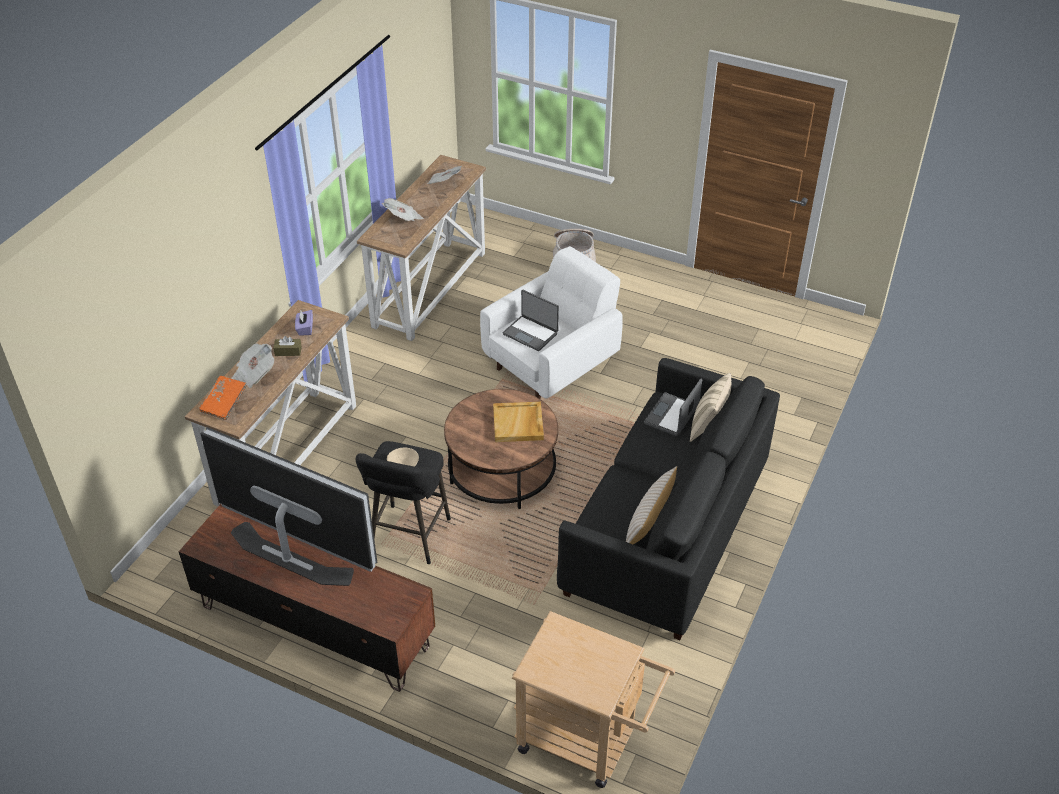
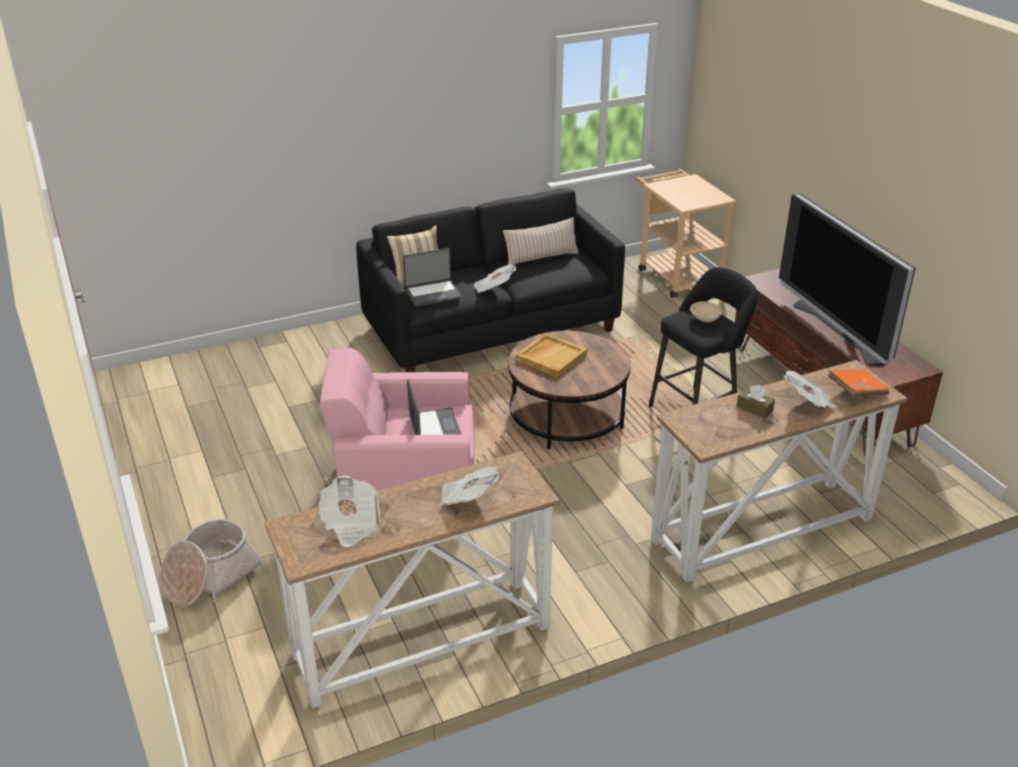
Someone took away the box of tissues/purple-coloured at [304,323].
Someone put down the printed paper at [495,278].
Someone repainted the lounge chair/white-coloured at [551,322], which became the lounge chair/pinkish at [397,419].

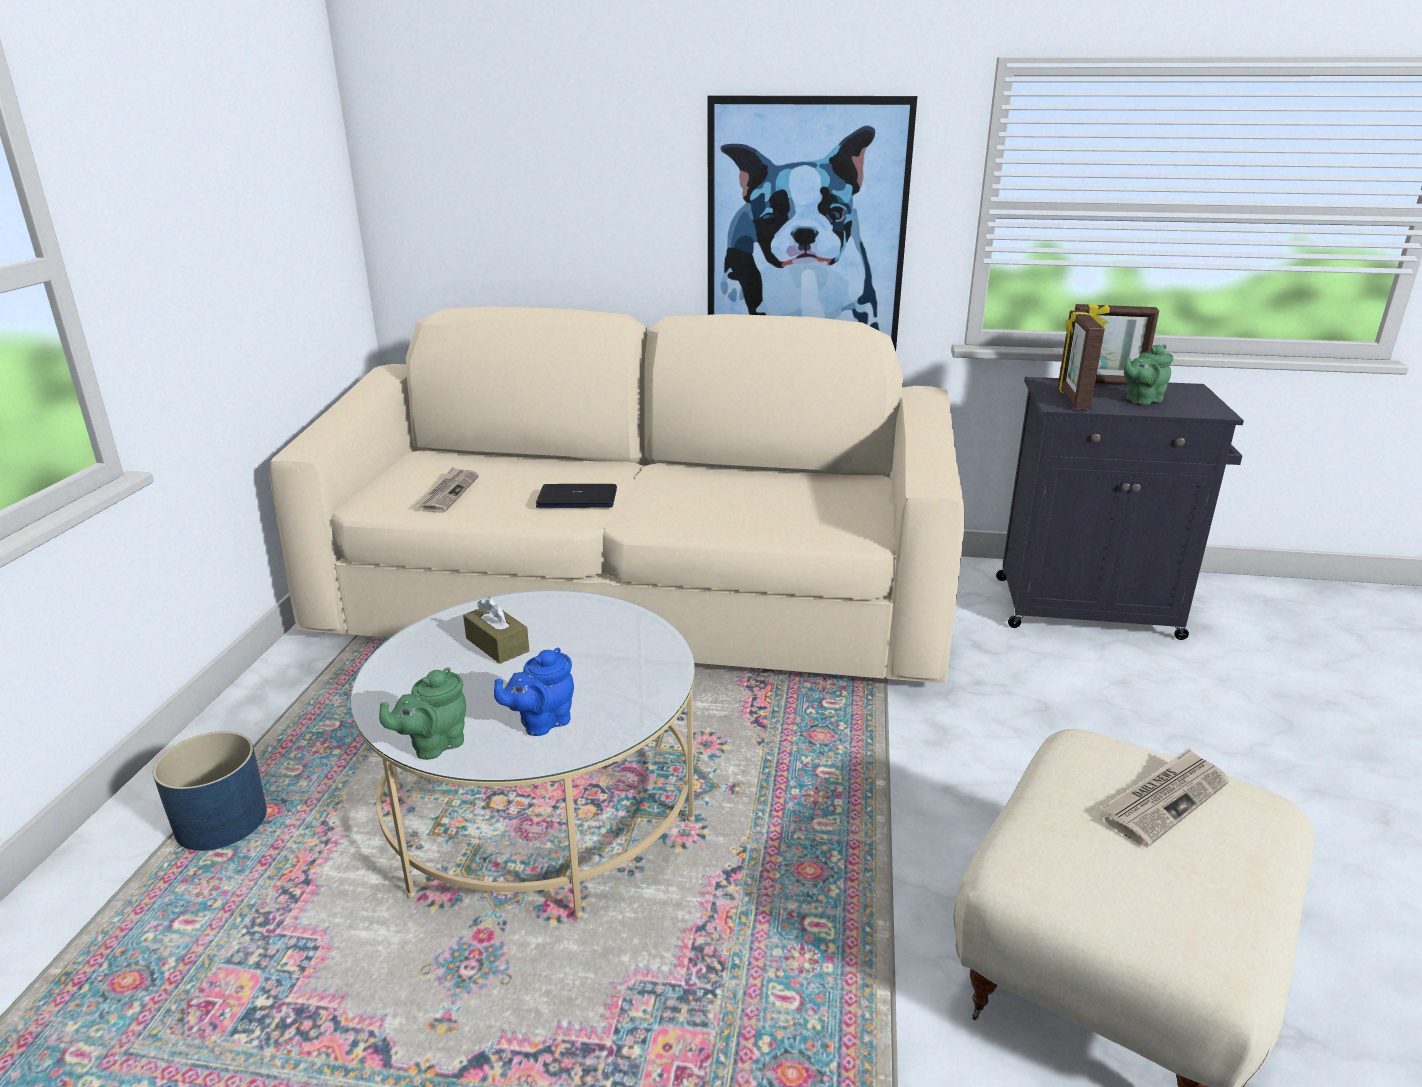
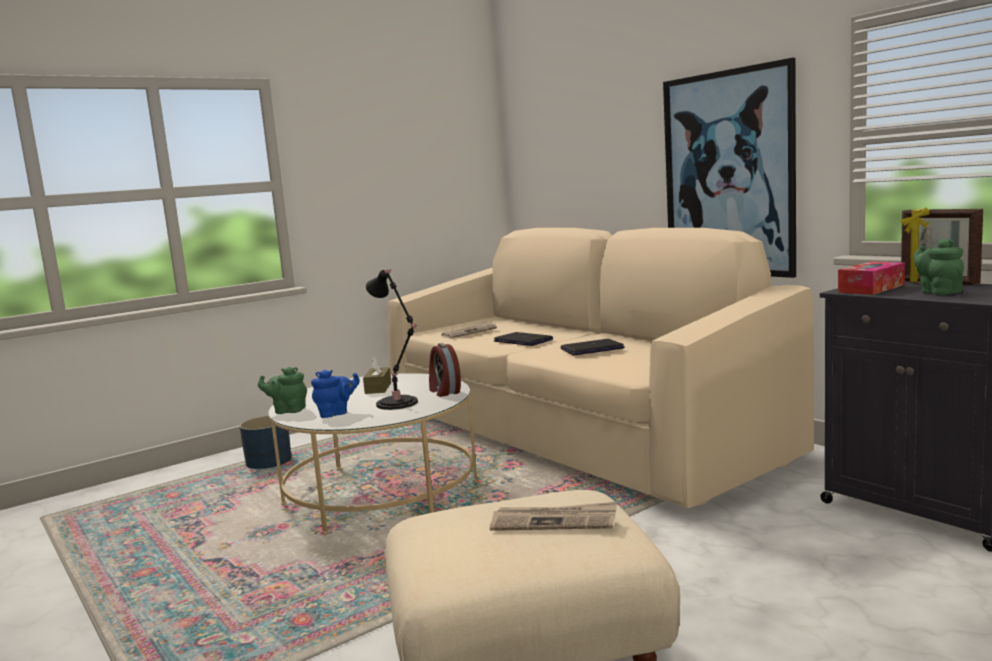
Someone put down the lamp for a table/black at [392,339].
Someone put down the table clock at [445,370].
Someone put down the notebook computer at [593,347].
Someone swapped the standing frame at [1081,360] for the box of tissues at [871,278].
Someone rotated the pot for tea/blue at [534,692] by 150 degrees clockwise.
Someone rotated the pot for tea/green at [1149,375] by 60 degrees clockwise.

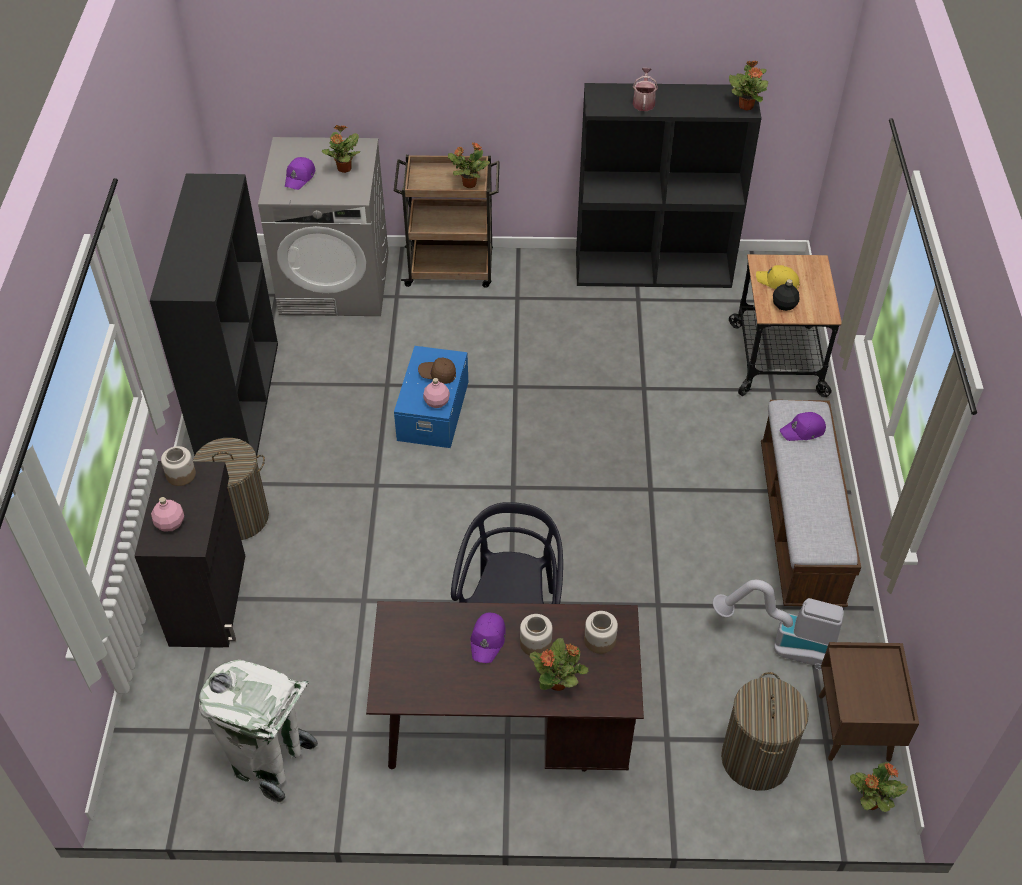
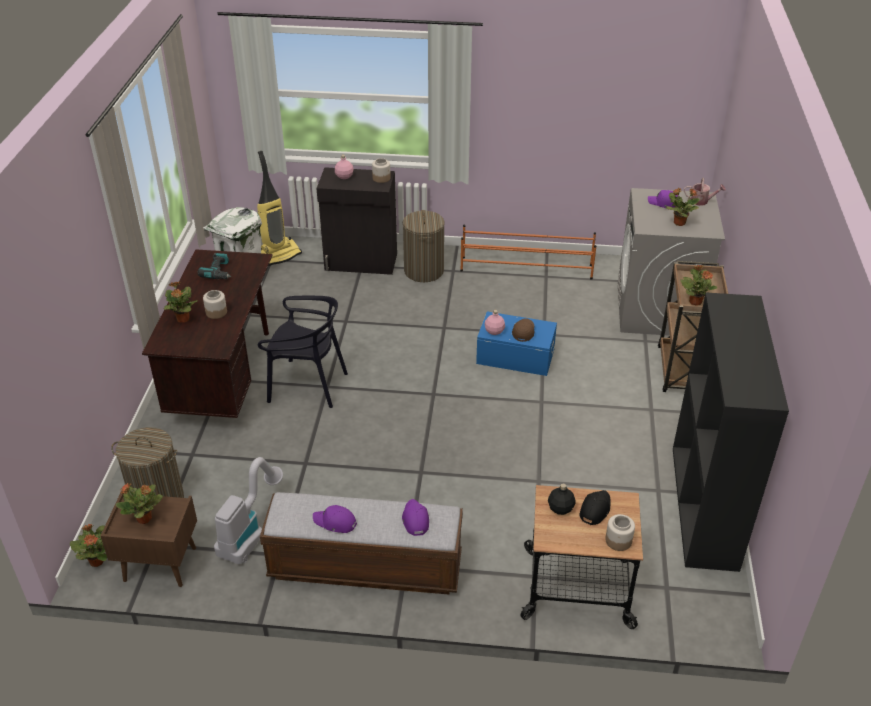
Someone put down the drill at [214,266].
Someone put down the vacuum at [279,208].
Someone carried the baseball cap/purple-coloured from [487,638] to [335,519].
Someone carried the storage jar from [601,632] to [620,532].
Someone carried the watering can from [645,89] to [705,192].
Someone carried the potted plant from [748,85] to [139,503].
Someone swapped the bookshelf/black at [214,315] for the shoe stand/orange-coloured at [528,252].
Someone repainted the baseball cap/yellowish at [778,277], which became the baseball cap/black at [595,507].

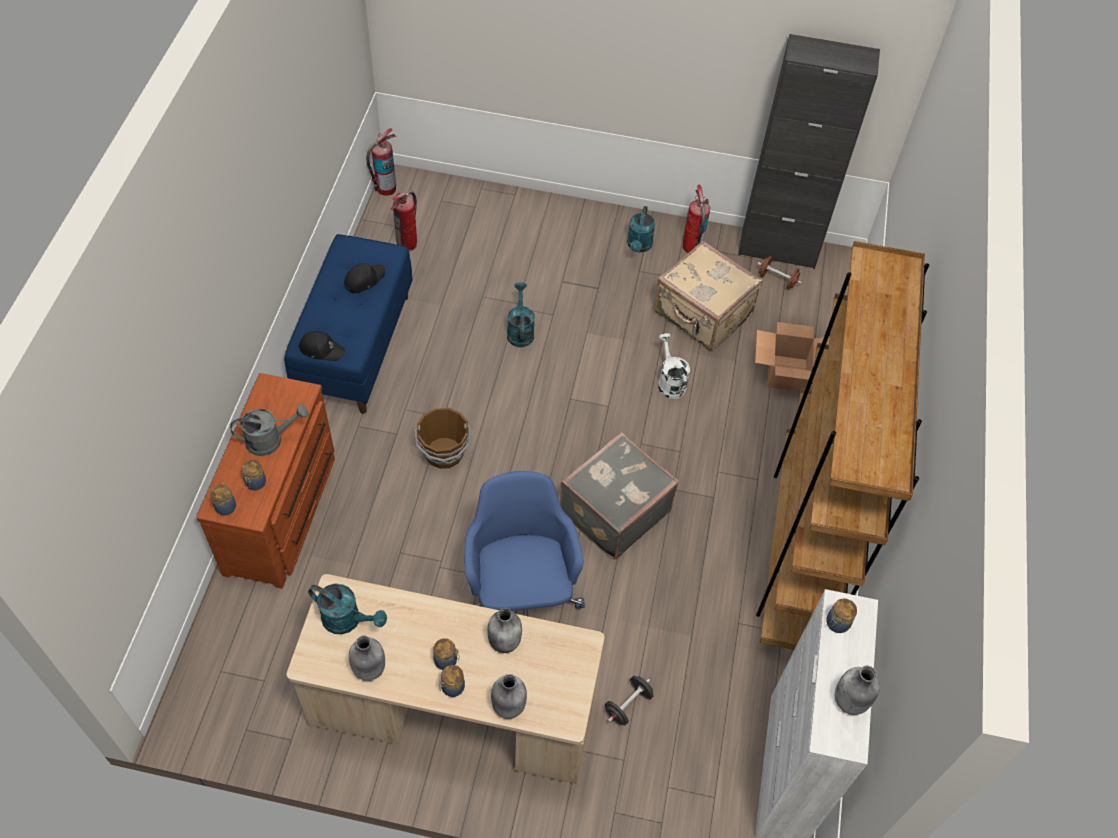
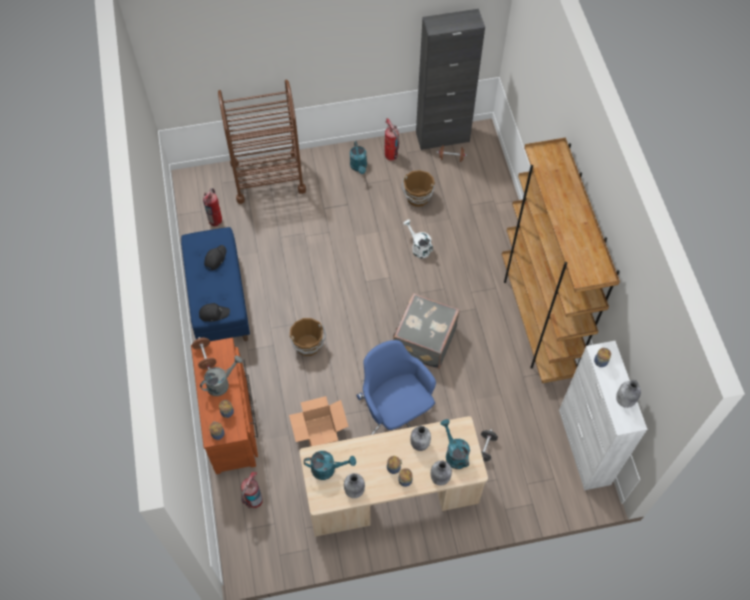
Someone put down the free weight/brown-coloured at [204,353].
Someone put down the trolley/brown-coloured at [262,142].
Someone carried the fire-fighting cylinder from [381,162] to [252,489].
Someone carried the watering can/blue-green from [521,315] to [455,444].
Someone carried the carton from [792,357] to [318,421].
Someone swapped the travel case/beige-coloured at [708,295] for the pail/brown-coloured at [418,188].

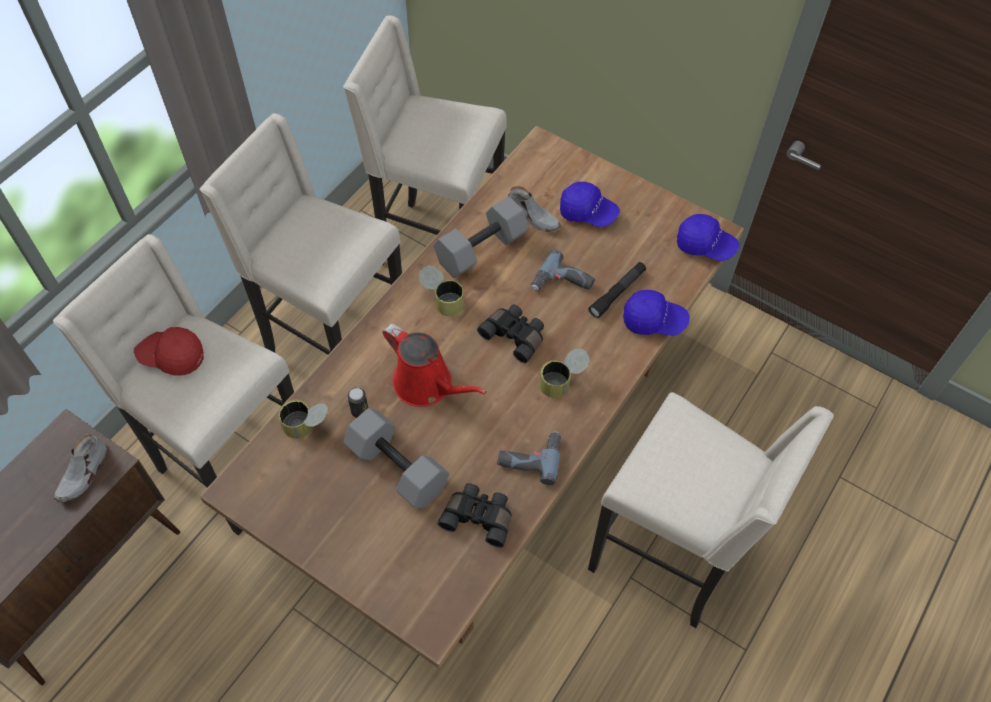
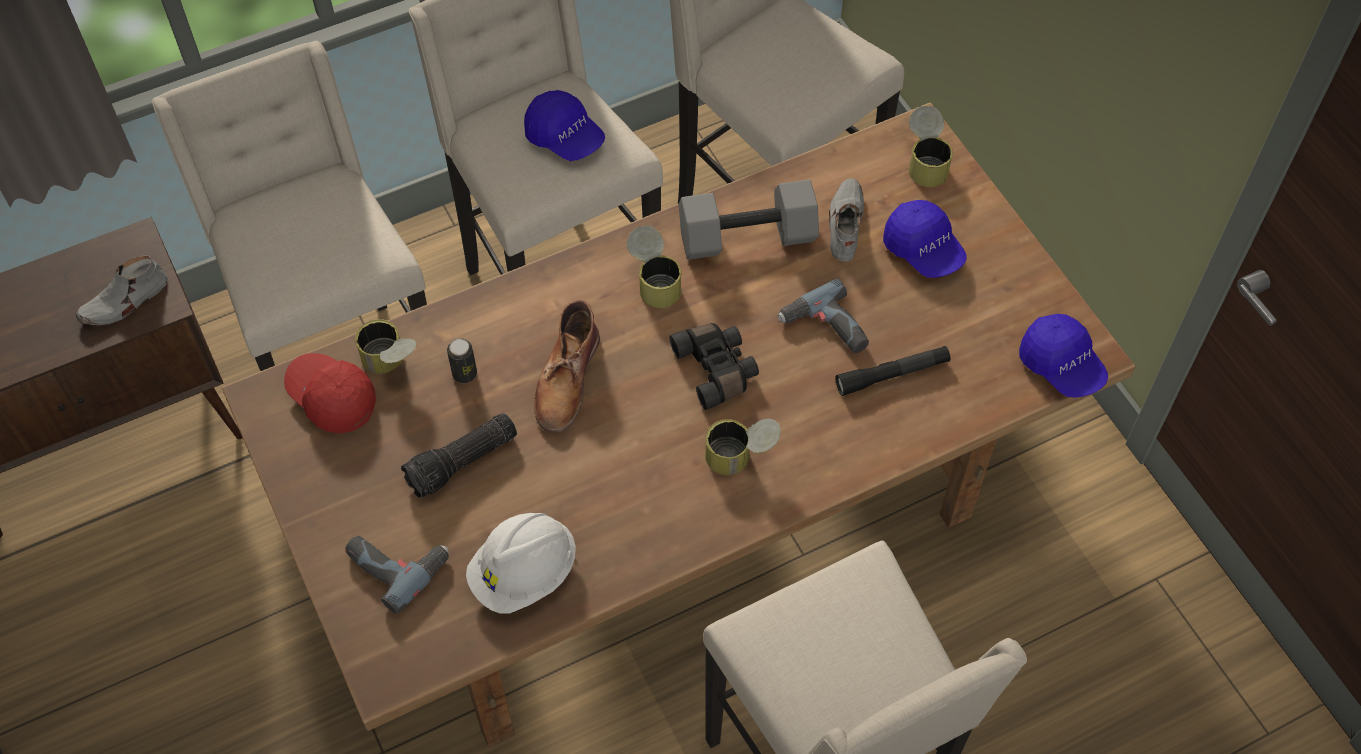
Someone put down the metal can at [931,146].
Someone carried the baseball cap/reddish from [169,351] to [330,393].
Someone carried the drill from [529,458] to [397,575].
Someone carried the baseball cap/blue from [656,313] to [564,125].
Someone swapped the free weight/grey at [396,458] for the hand torch at [459,455].
Someone swapped the watering can/reddish at [434,365] for the tall boot/brown-coloured at [567,366].
Someone swapped the field glasses/black at [474,515] for the work helmet/white-coloured at [521,563].
Someone rotated the low shoe/grey at [534,209] by 150 degrees counterclockwise.

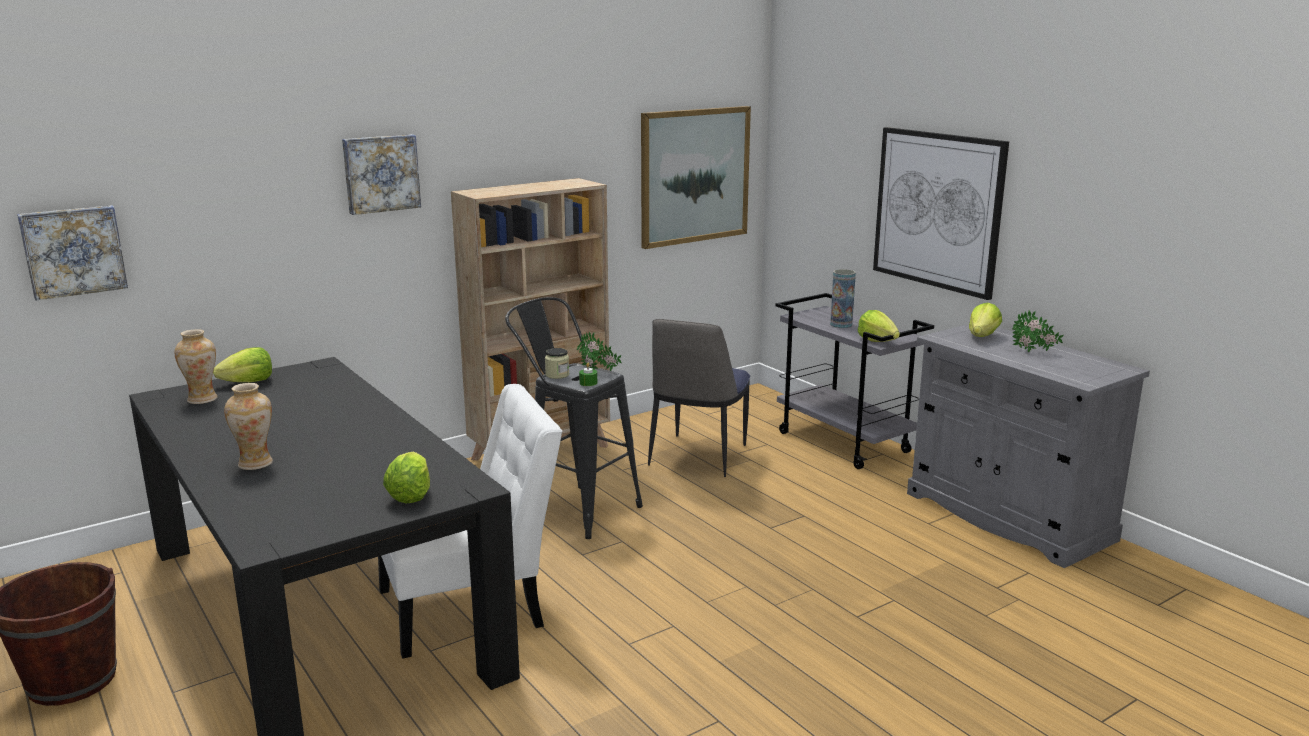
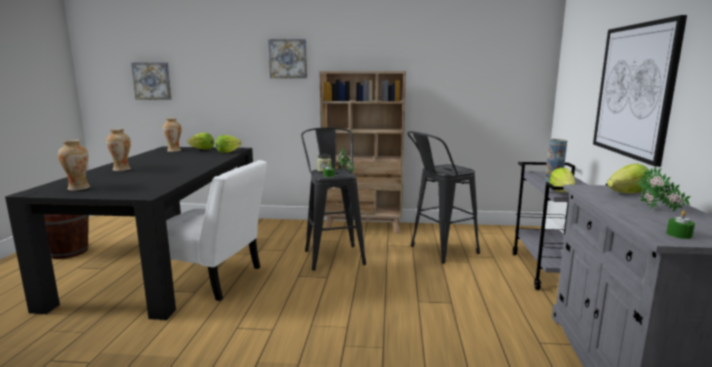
Someone took away the wall picture at [696,177].
Someone put down the vase at [74,165].
Someone put down the wax candle/green at [681,225].
Someone carried the head of lettuce from [406,478] to [228,144].
Someone swapped the upright chair at [699,398] for the stool/black at [443,197].

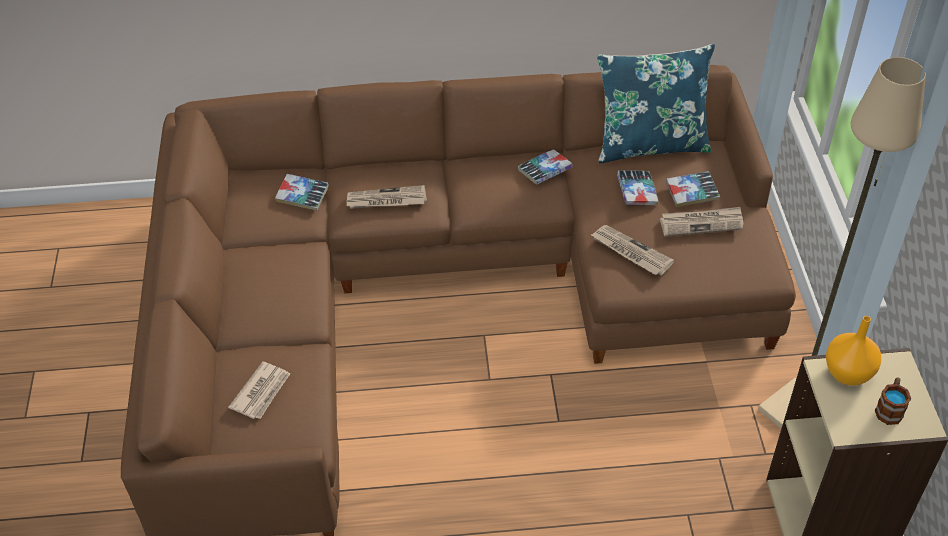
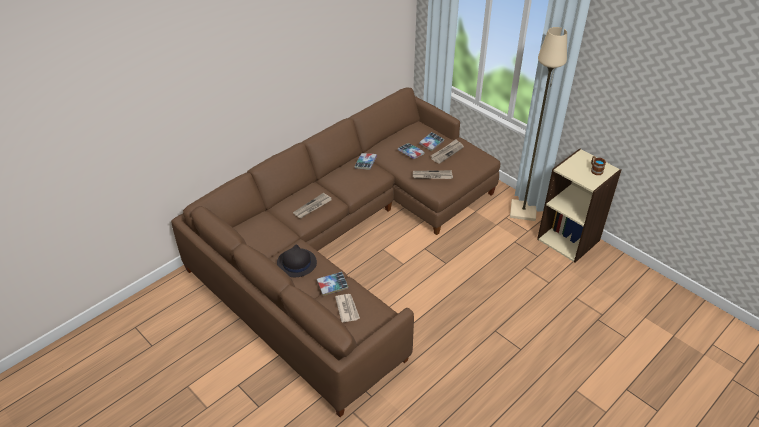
Someone took away the cushion/blue at [656,103].
Someone took away the vase/orange-coloured at [853,351].
Someone put down the wearable hat/black at [297,261].
Someone carried the volume from [302,192] to [332,284].

